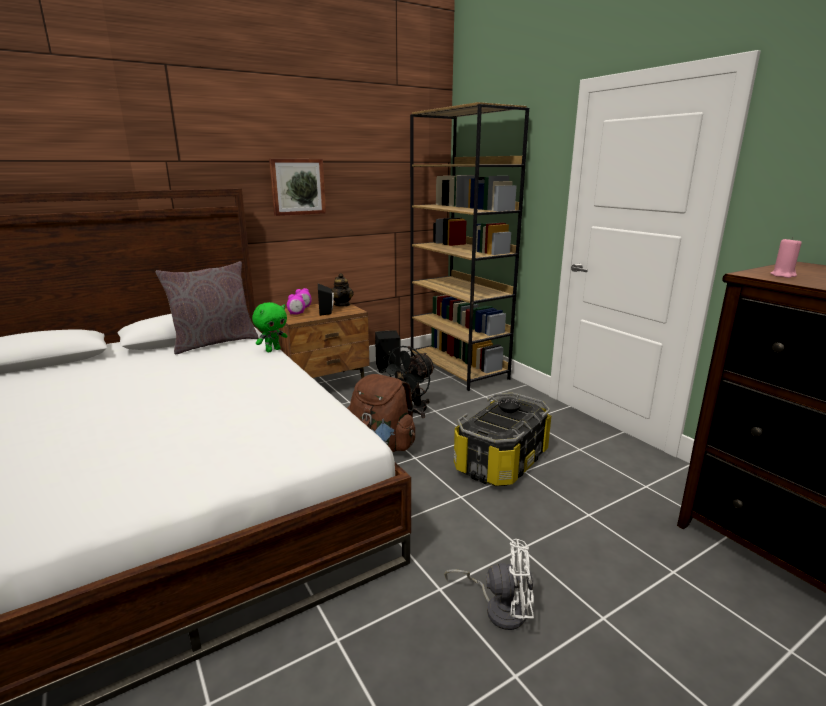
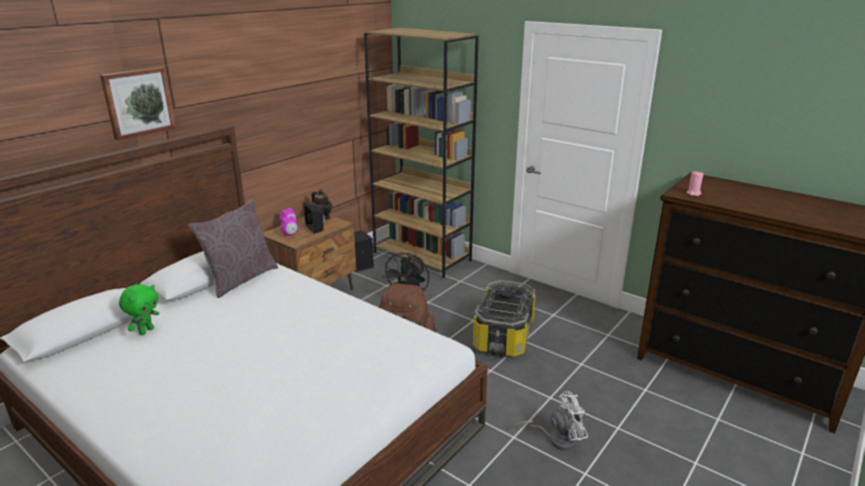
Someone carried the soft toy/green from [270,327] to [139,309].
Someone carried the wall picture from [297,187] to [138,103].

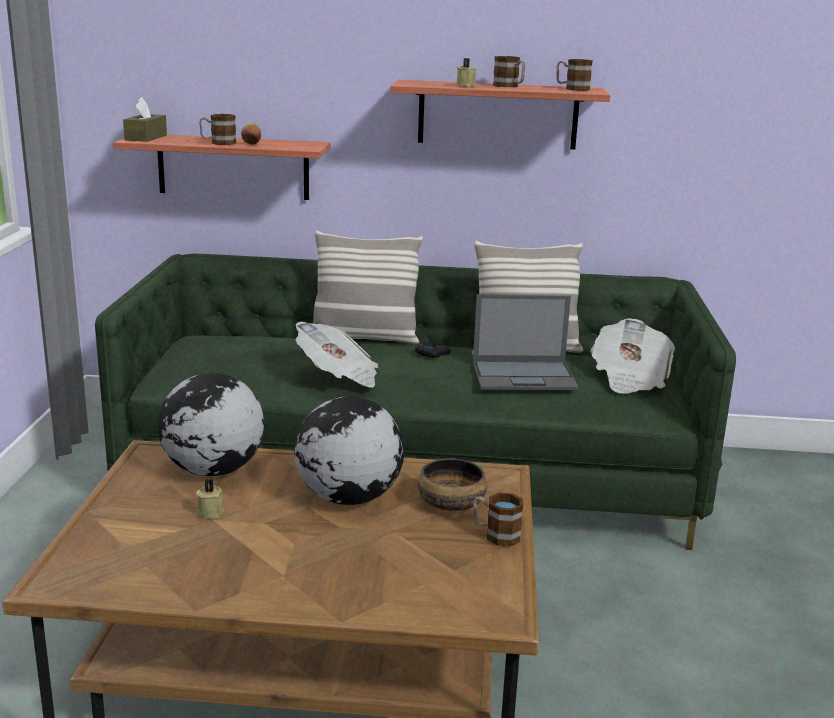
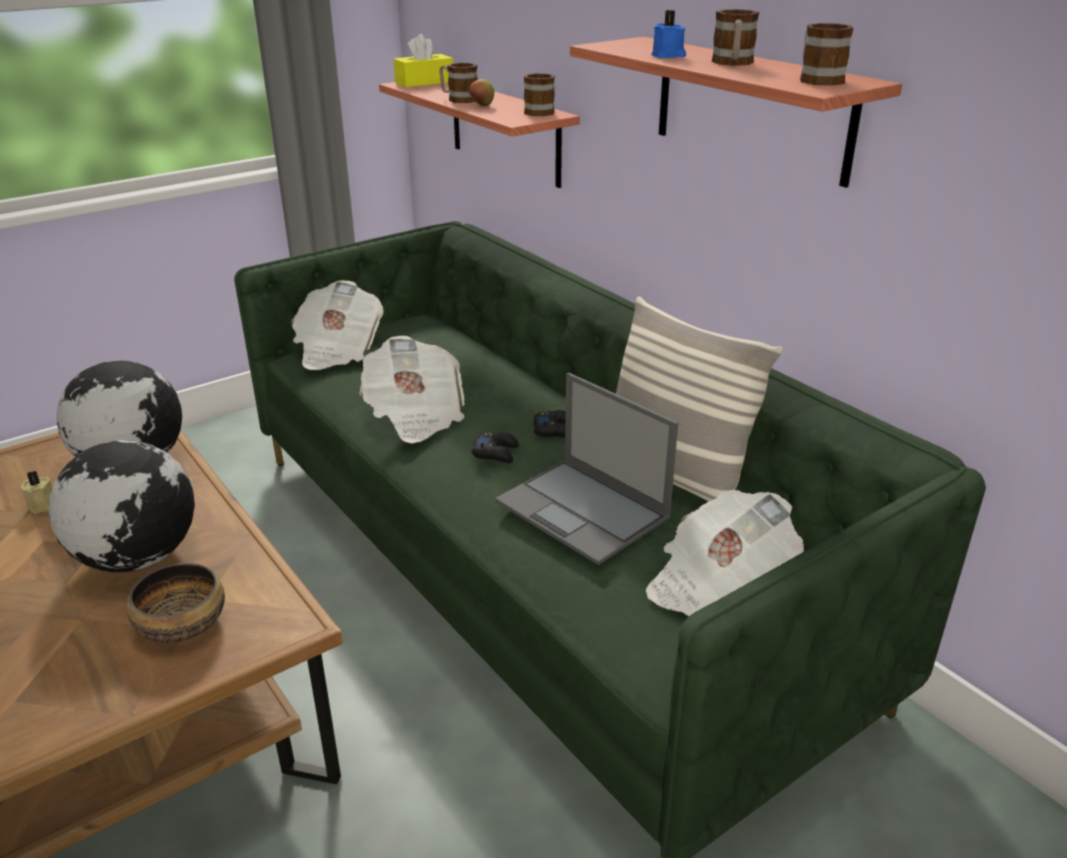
Someone took away the cushion at [368,287].
Someone put down the printed paper at [338,325].
Someone put down the gamepad/black at [495,447].
Someone carried the coffee mug from [498,519] to [539,94].
Someone repainted the box of tissues/brown-coloured at [145,119], which became the box of tissues/yellowish at [423,61].
Someone repainted the wax candle/beige-coloured at [467,72], which became the wax candle/blue at [668,34].

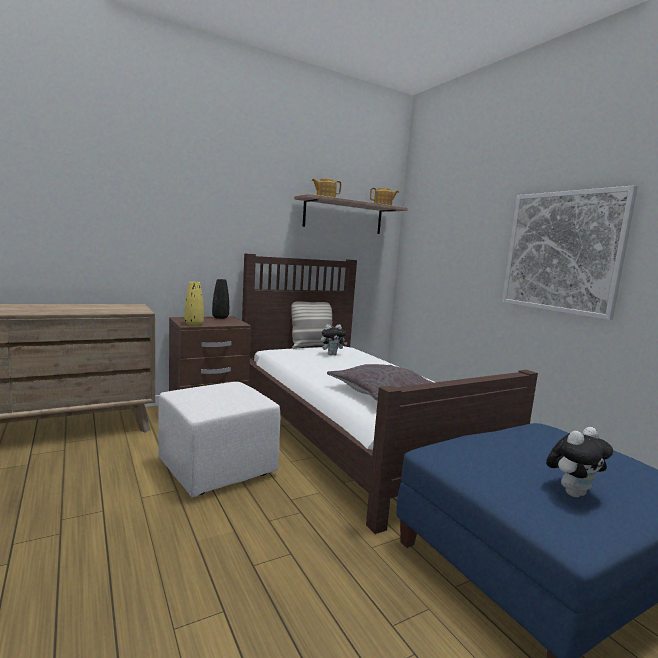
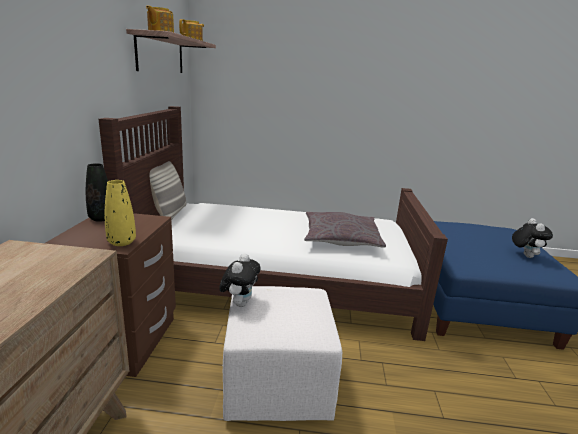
Someone took away the wall picture at [570,252].
Someone carried the soft toy from [334,339] to [240,280].

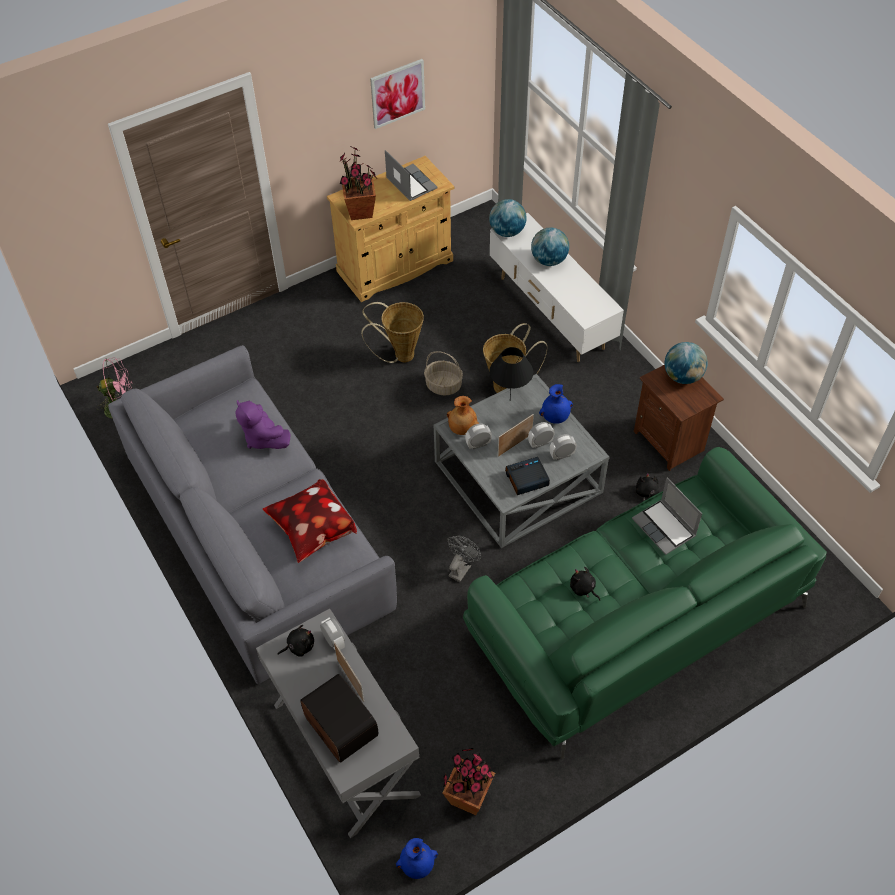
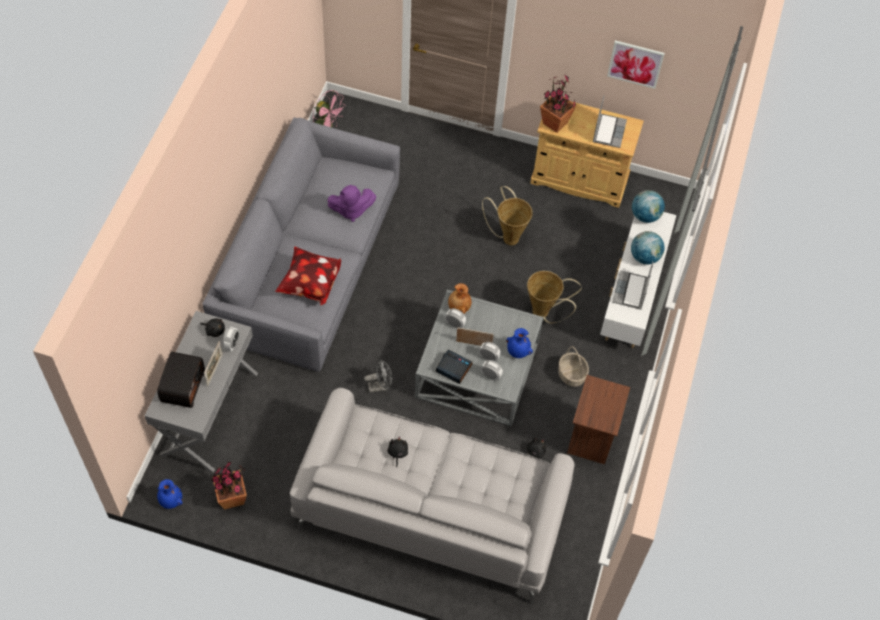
Someone took away the lamp for a table/black at [511,372].
Someone took away the desk globe at [686,363].
Someone carried the basket from [443,373] to [573,366].
Someone carried the notebook computer from [667,516] to [632,286].
Someone repainted the couch/green at [645,603], which became the couch/grey at [432,496].
Someone rotated the soft toy/purple-coloured at [263,424] by 105 degrees counterclockwise.

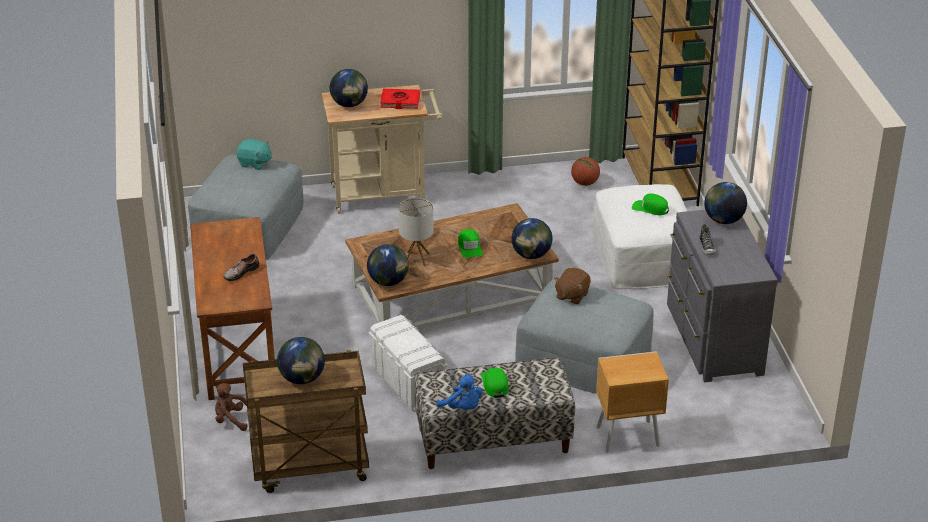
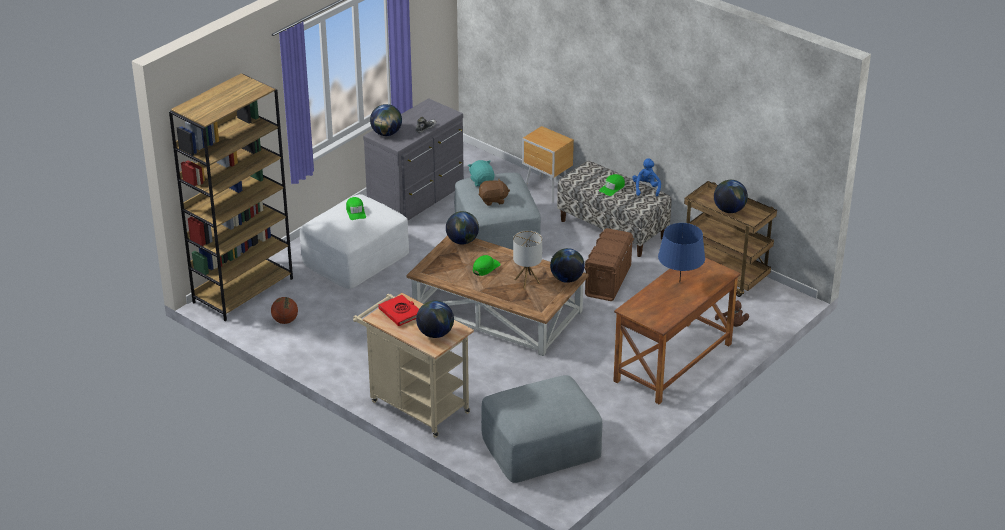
Someone carried the soft toy/blue-green from [254,154] to [481,173].
Someone swapped the low shoe at [241,267] for the lamp for a table/blue at [681,251].
Someone repainted the storage container/white-coloured at [407,363], which became the storage container/brown-coloured at [609,264].

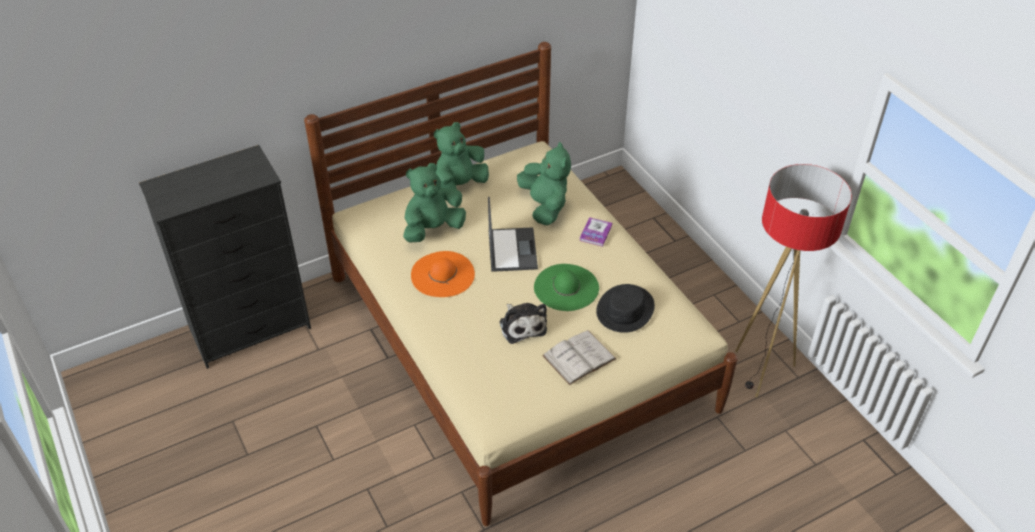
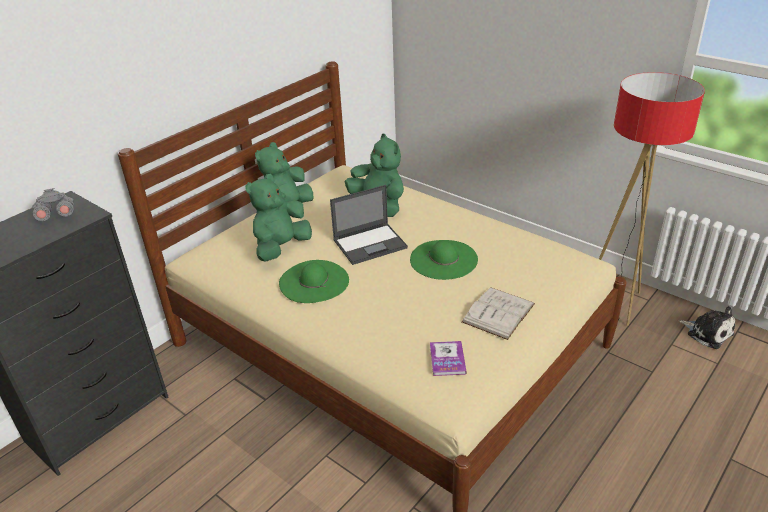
Someone took away the wearable hat/black at [625,308].
Someone put down the field glasses/grey at [53,204].
Someone carried the soft toy from [523,323] to [707,327].
Someone carried the volume from [595,232] to [448,358].
Someone repainted the wearable hat/orange-coloured at [443,274], which became the wearable hat/green at [314,281].
Someone rotated the notebook computer at [513,234] by 90 degrees clockwise.

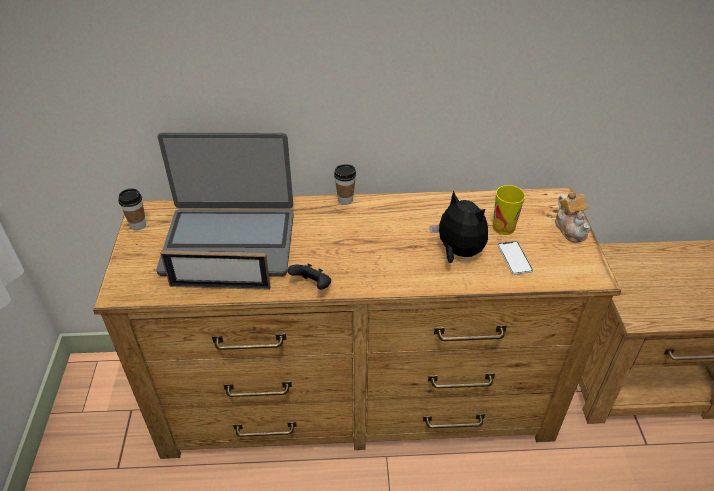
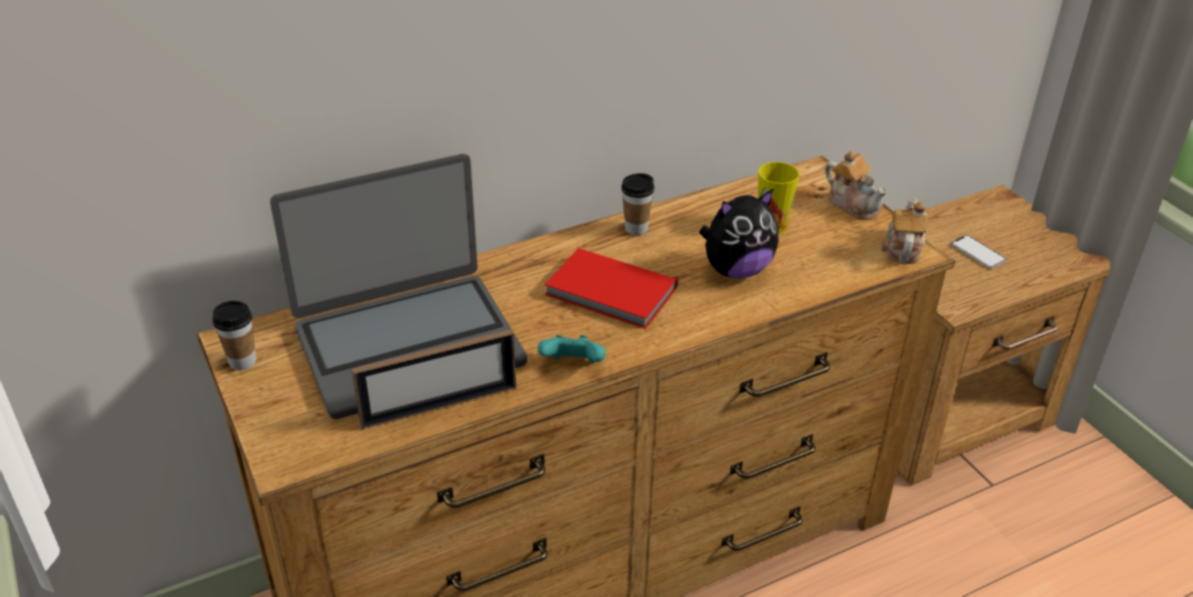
Someone put down the volume/reddish at [611,288].
Someone put down the pot for tea at [904,230].
Someone carried the small cup from [345,184] to [638,204].
Someone carried the handset from [515,258] to [979,252].
Someone repainted the gamepad/black at [309,276], which became the gamepad/blue-green at [572,349].
Someone rotated the soft toy at [459,227] by 135 degrees clockwise.

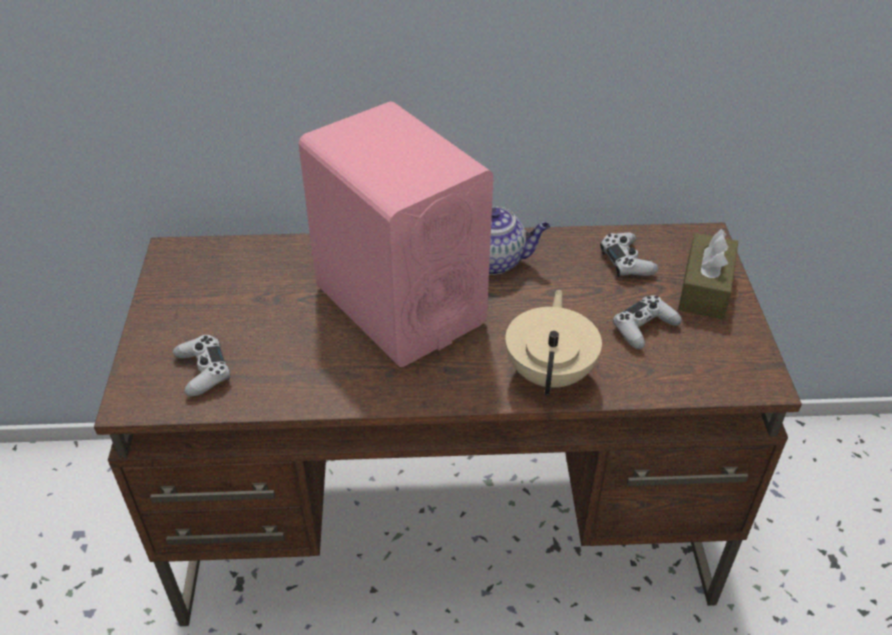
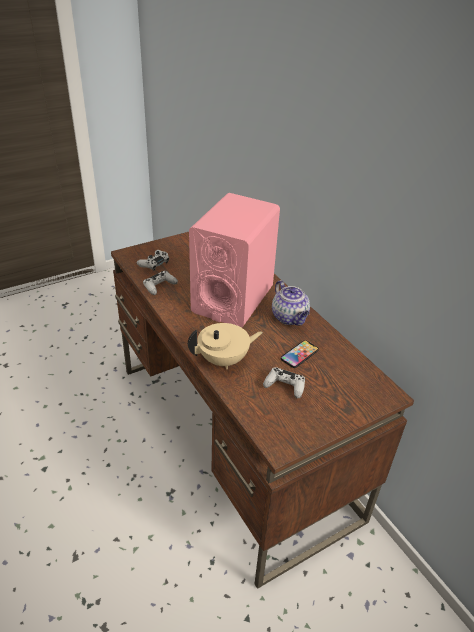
Someone took away the box of tissues/brown-coloured at [708,274].
Someone put down the handset at [300,354].
Someone carried the gamepad/white-coloured from [629,254] to [160,283].

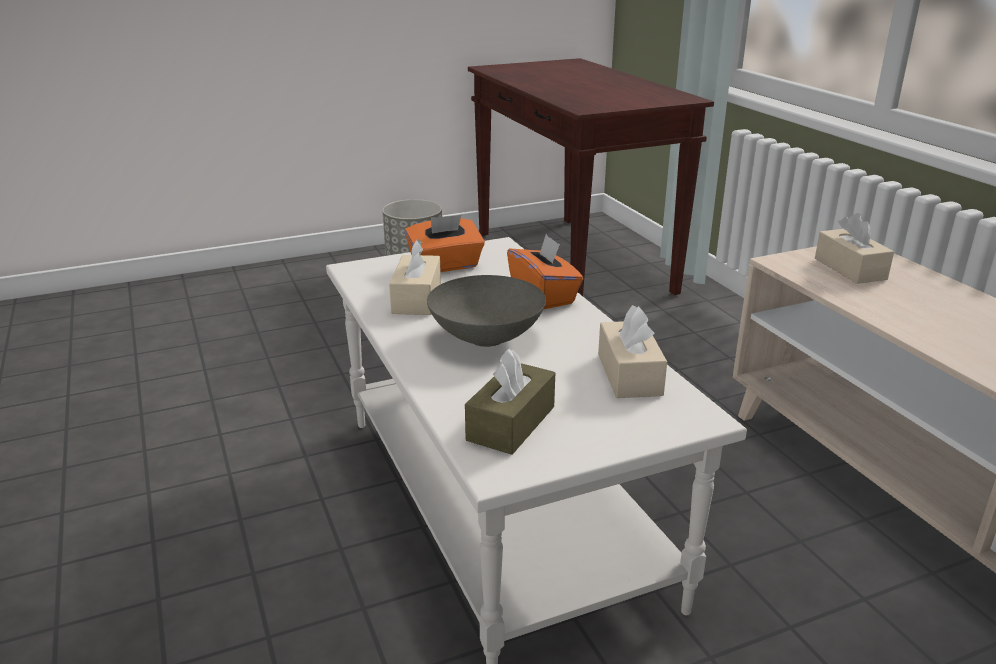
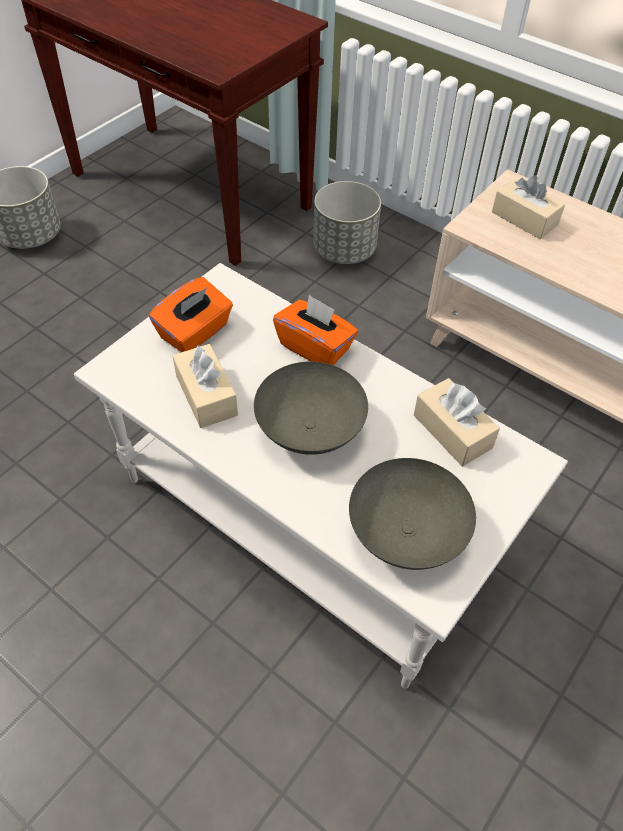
Someone put down the plant pot/grey at [347,222].
Someone swapped the box of tissues/brown-coloured at [510,402] for the serving bowl/grey at [412,514].

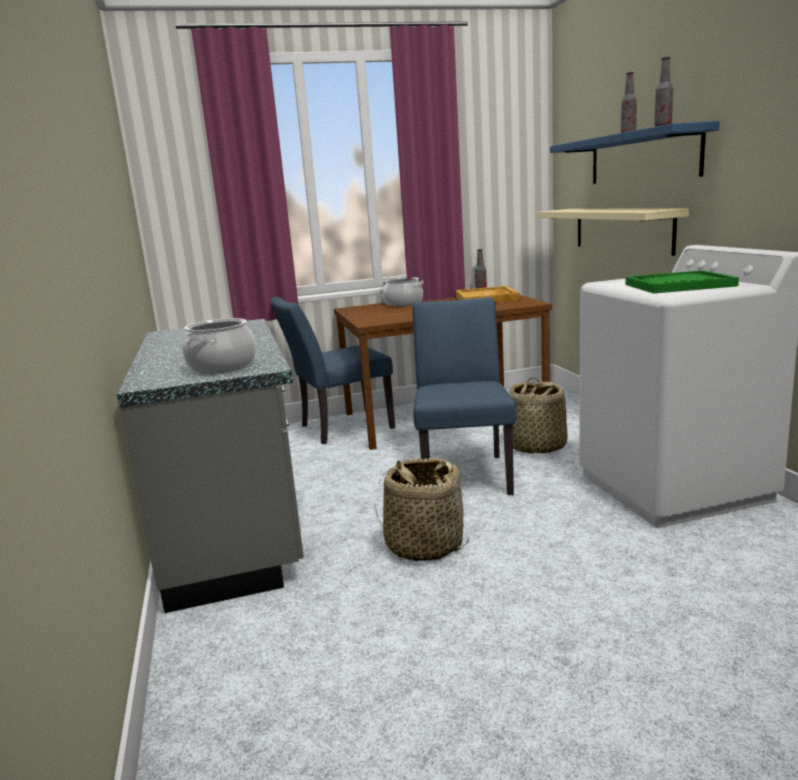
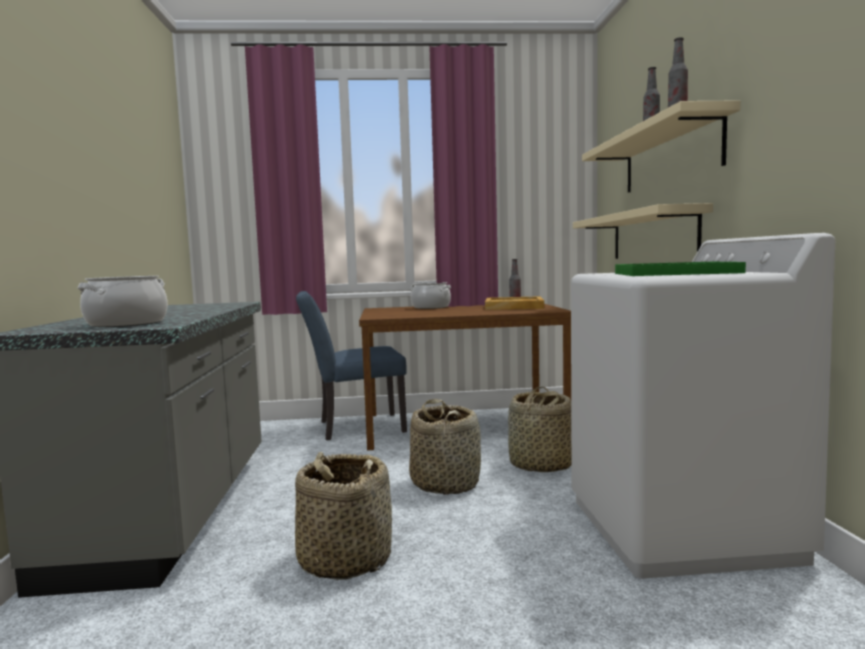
Someone swapped the upright chair/blue at [464,396] for the basket at [445,447].
Someone repainted the wall shelf/blue at [635,152], which became the wall shelf/beige-coloured at [661,146].

